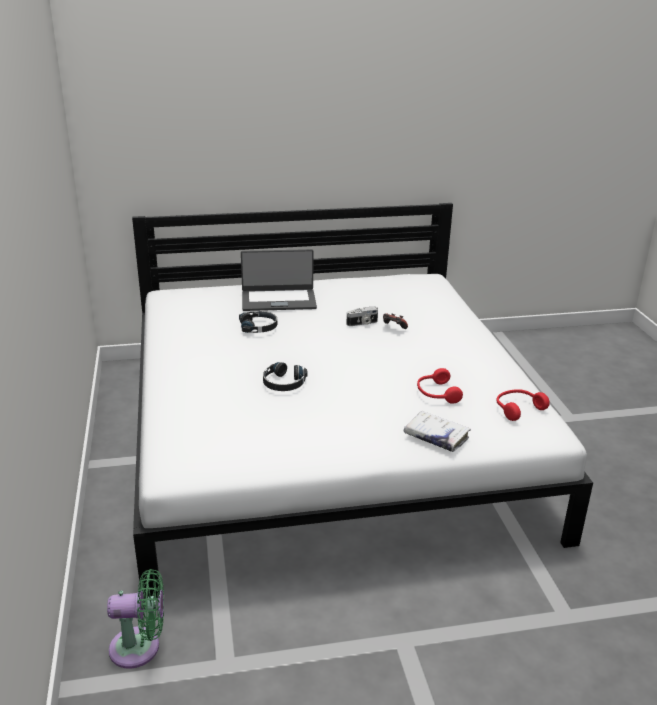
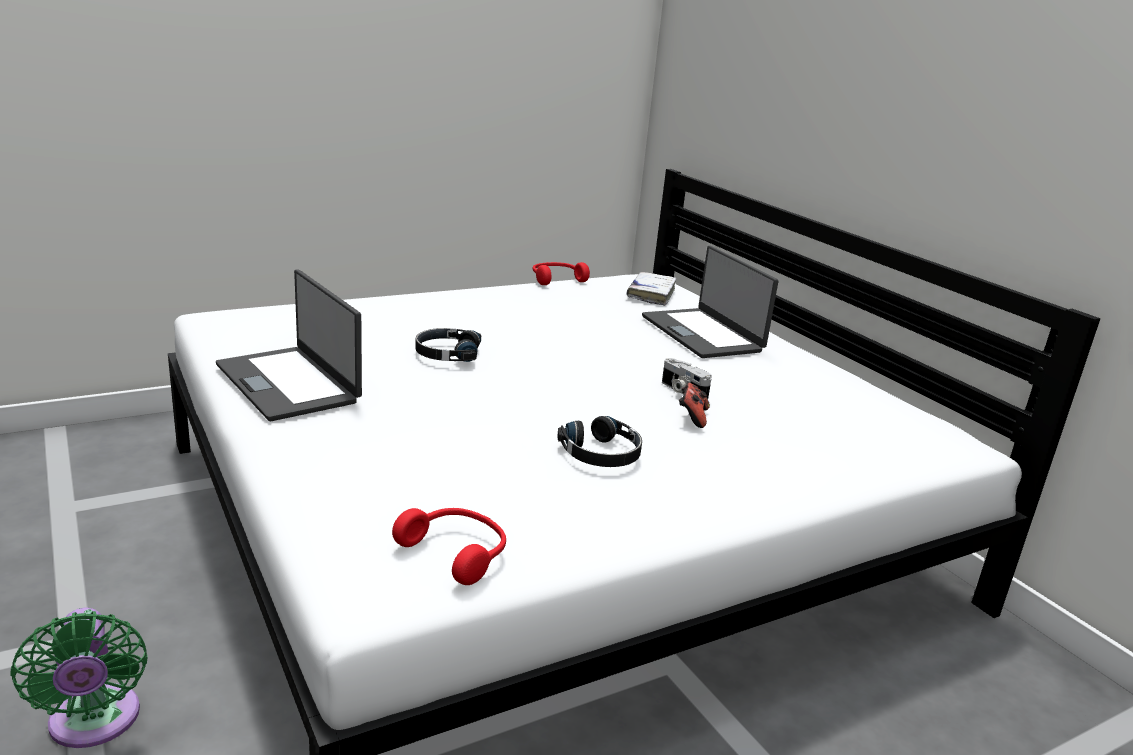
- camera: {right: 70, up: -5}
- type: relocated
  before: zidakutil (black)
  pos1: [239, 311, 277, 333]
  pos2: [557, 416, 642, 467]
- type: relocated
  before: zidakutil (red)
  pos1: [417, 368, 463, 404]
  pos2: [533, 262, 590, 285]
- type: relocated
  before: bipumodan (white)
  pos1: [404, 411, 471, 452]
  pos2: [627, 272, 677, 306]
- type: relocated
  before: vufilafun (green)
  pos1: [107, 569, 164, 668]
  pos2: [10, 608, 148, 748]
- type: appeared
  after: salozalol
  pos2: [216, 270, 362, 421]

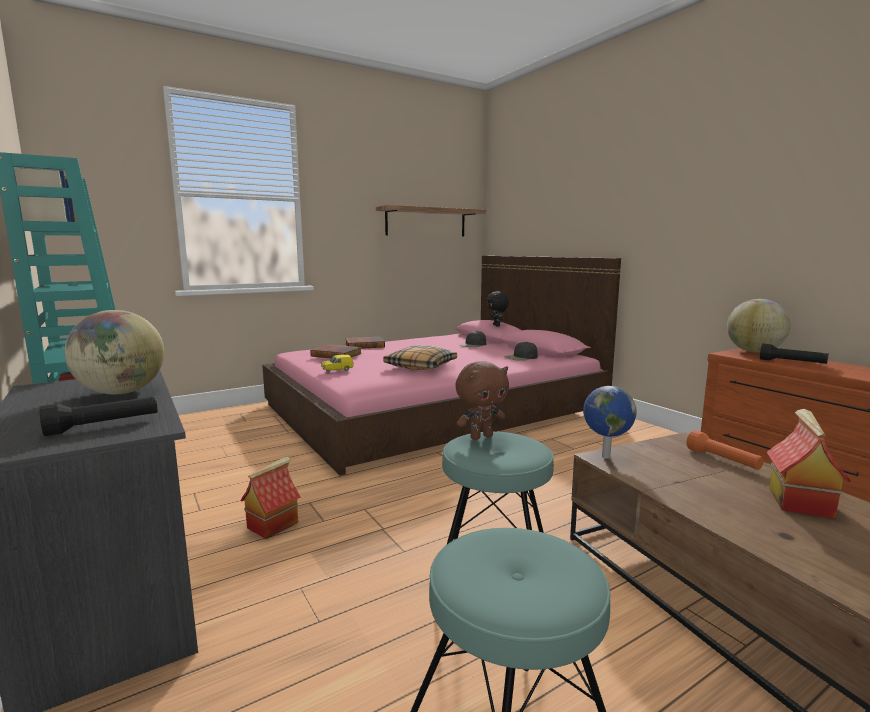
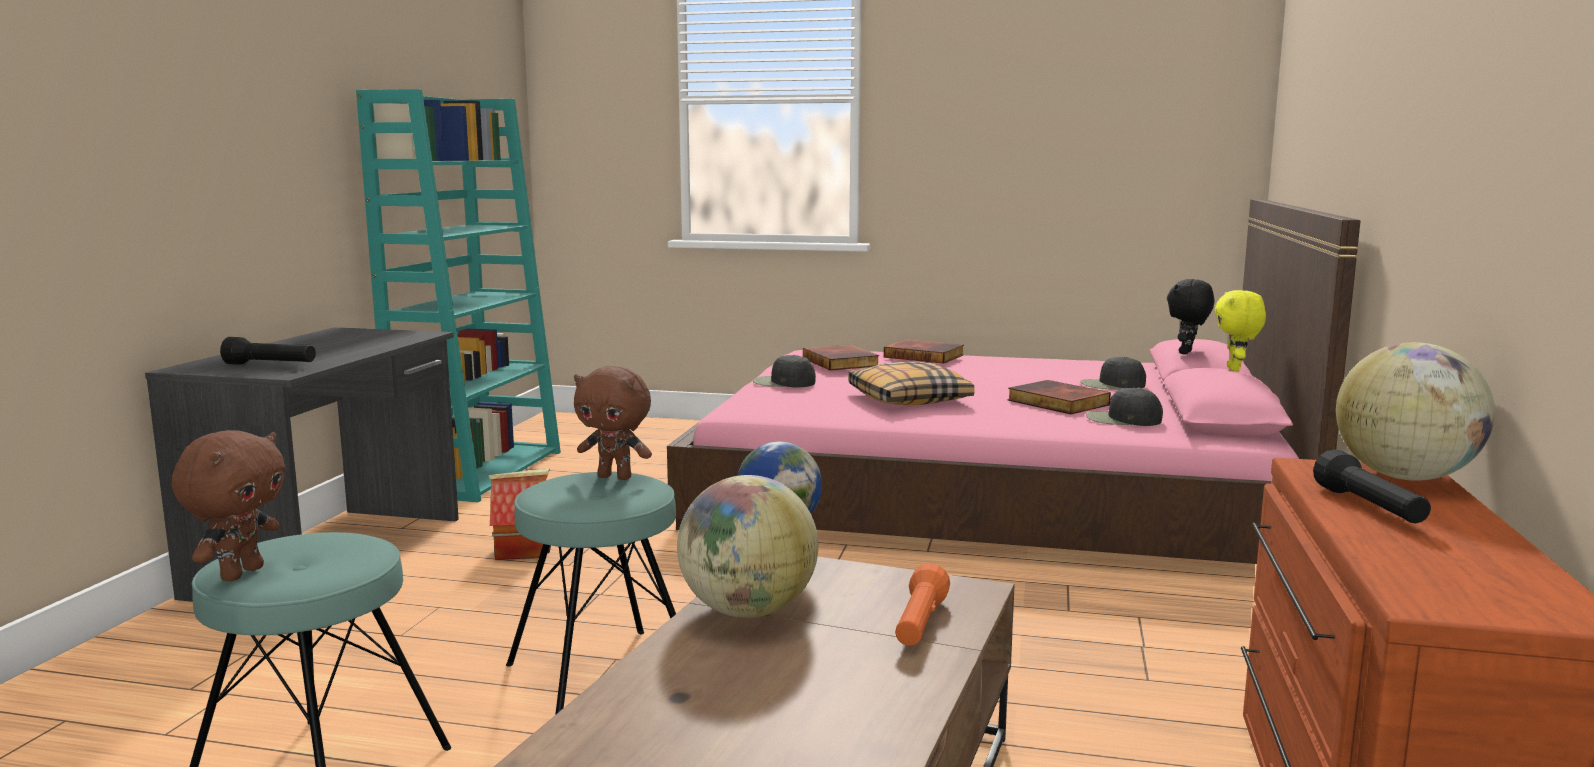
- camera: {right: 45, up: 0}
- type: missing
  before: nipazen
  pos1: [376, 205, 486, 237]
- type: relocated
  before: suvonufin
  pos1: [64, 310, 164, 395]
  pos2: [677, 475, 818, 618]
- type: exchanged
  before: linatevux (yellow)
  after: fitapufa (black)
  pos1: [321, 355, 354, 372]
  pos2: [753, 355, 816, 387]
- type: missing
  before: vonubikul
  pos1: [766, 409, 852, 519]
- type: appeared
  after: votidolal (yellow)
  pos2: [1214, 290, 1266, 372]
- type: appeared
  after: bipumodan
  pos2: [1008, 380, 1111, 414]
- type: appeared
  after: votidolal (brown)
  pos2: [171, 430, 286, 581]

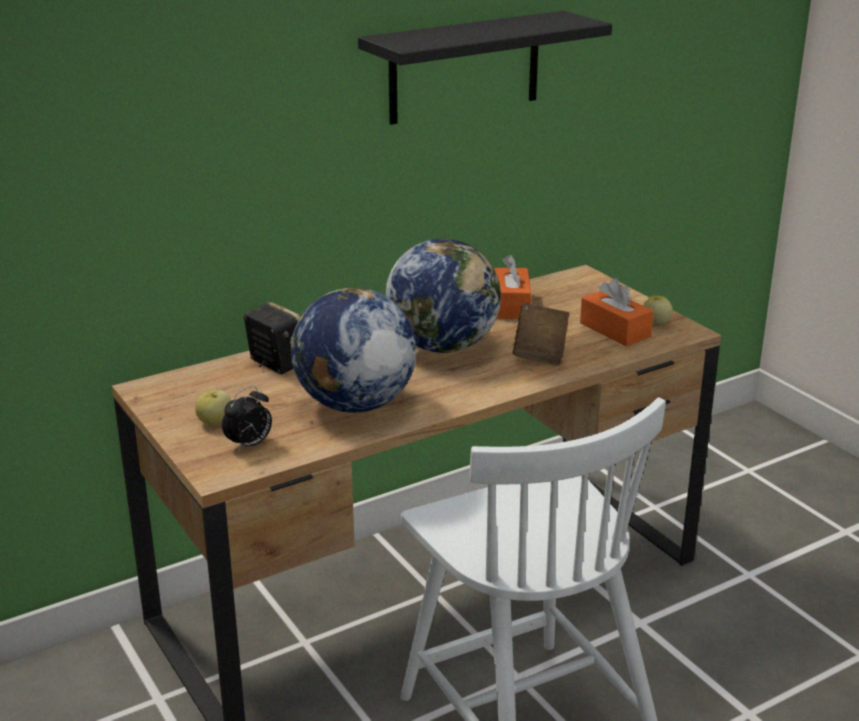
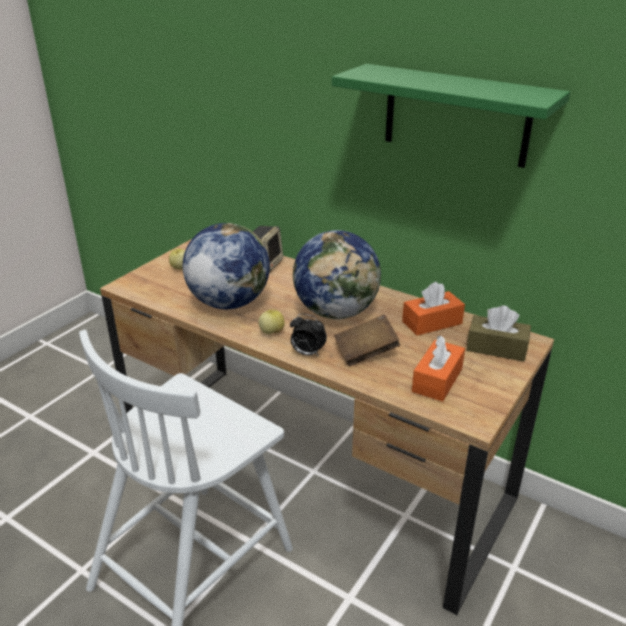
- camera: {right: 65, up: 5}
- type: colour
  before: nipazen (black)
  after: nipazen (green)
  pos1: [358, 11, 612, 125]
  pos2: [332, 64, 570, 168]
- type: relocated
  before: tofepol
  pos1: [643, 295, 673, 326]
  pos2: [259, 309, 285, 334]
- type: relocated
  before: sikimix
  pos1: [222, 386, 272, 452]
  pos2: [290, 314, 327, 357]
- type: appeared
  after: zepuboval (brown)
  pos2: [466, 306, 531, 362]

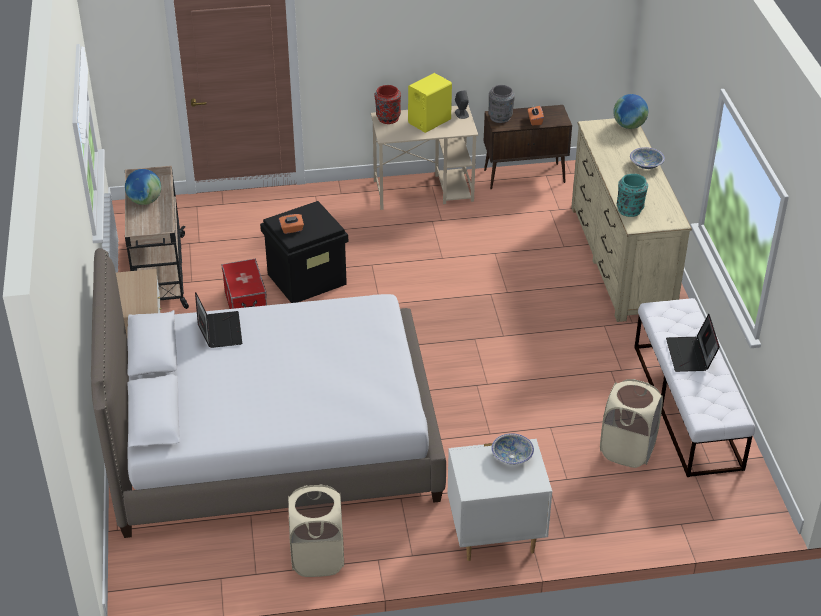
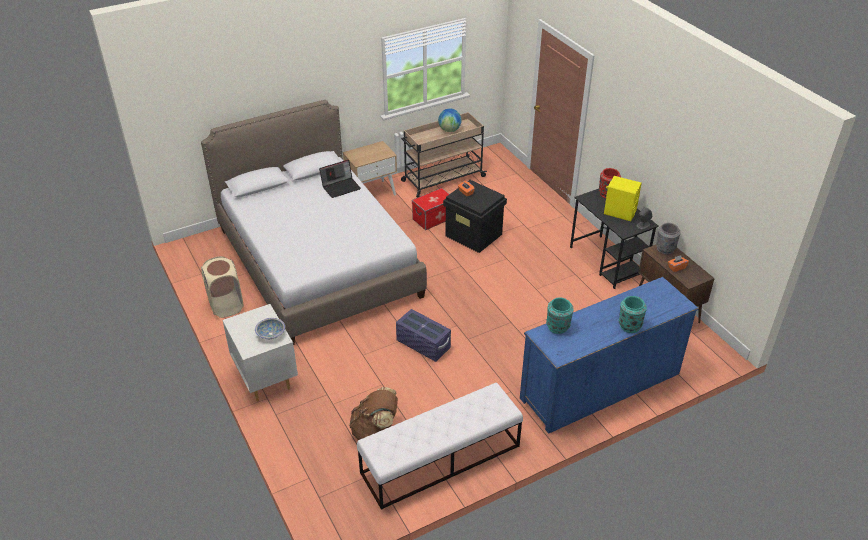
- camera: {right: 70, up: 0}
- type: missing
  before: suvonufin
  pos1: [614, 94, 648, 129]
- type: colour
  before: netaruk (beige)
  after: netaruk (black)
  pos1: [371, 105, 478, 210]
  pos2: [570, 189, 659, 289]
- type: colour
  before: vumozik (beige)
  after: vumozik (blue)
  pos1: [571, 118, 692, 322]
  pos2: [520, 277, 699, 434]
- type: exchanged
  before: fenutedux
  after: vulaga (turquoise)
  pos1: [630, 147, 665, 169]
  pos2: [619, 296, 647, 333]
- type: missing
  before: salozalol
  pos1: [666, 314, 720, 372]
- type: exchanged
  before: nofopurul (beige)
  after: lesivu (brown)
  pos1: [600, 379, 663, 468]
  pos2: [349, 387, 398, 440]
- type: appeared
  after: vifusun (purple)
  pos2: [396, 309, 451, 362]

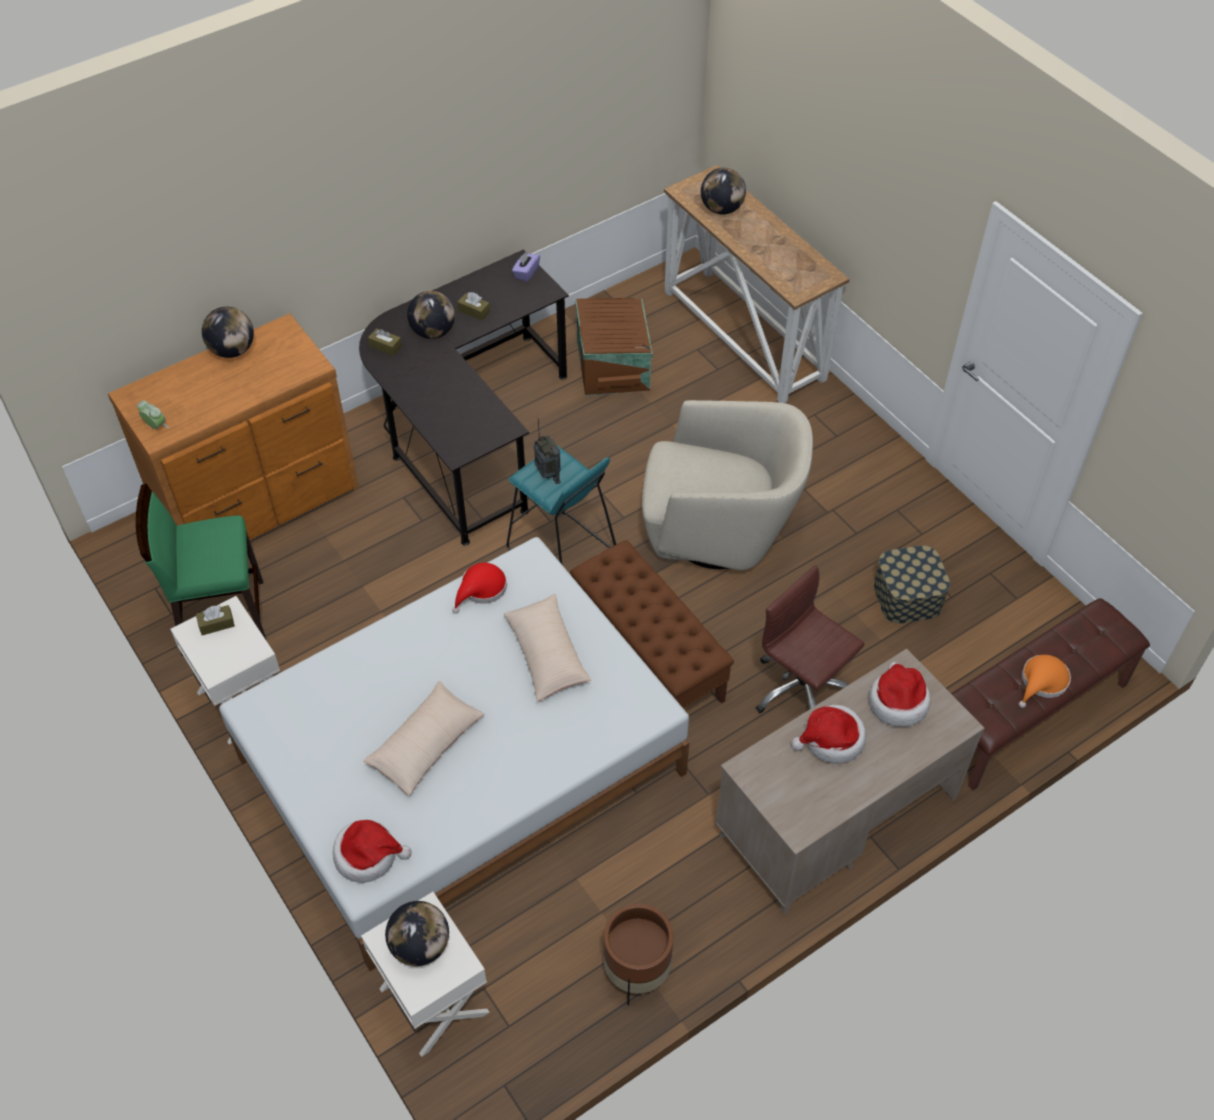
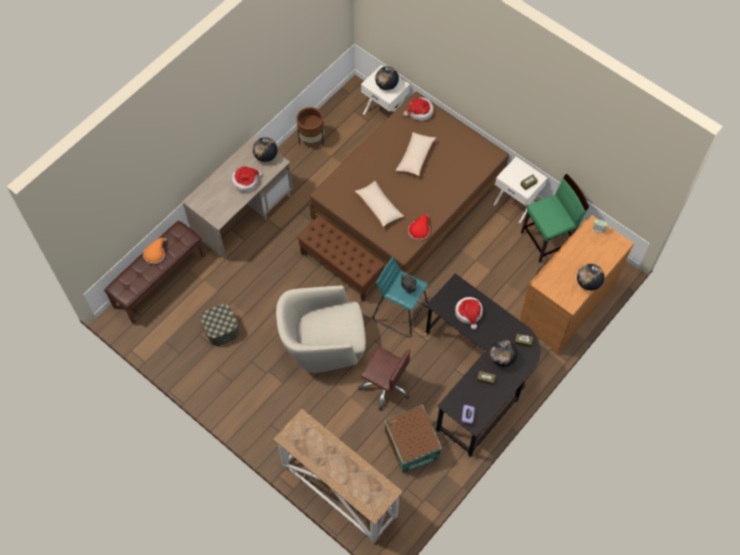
- camera: {right: 165, up: 10}
- type: relocated
  before: suvonufin
  pos1: [701, 168, 746, 214]
  pos2: [253, 137, 277, 162]
- type: colour
  before: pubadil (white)
  after: pubadil (brown)
  pos1: [219, 537, 689, 971]
  pos2: [309, 92, 509, 274]
- type: relocated
  before: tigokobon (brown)
  pos1: [756, 565, 865, 713]
  pos2: [359, 347, 411, 410]
- type: relocated
  before: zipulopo
  pos1: [869, 662, 930, 727]
  pos2: [455, 297, 483, 330]

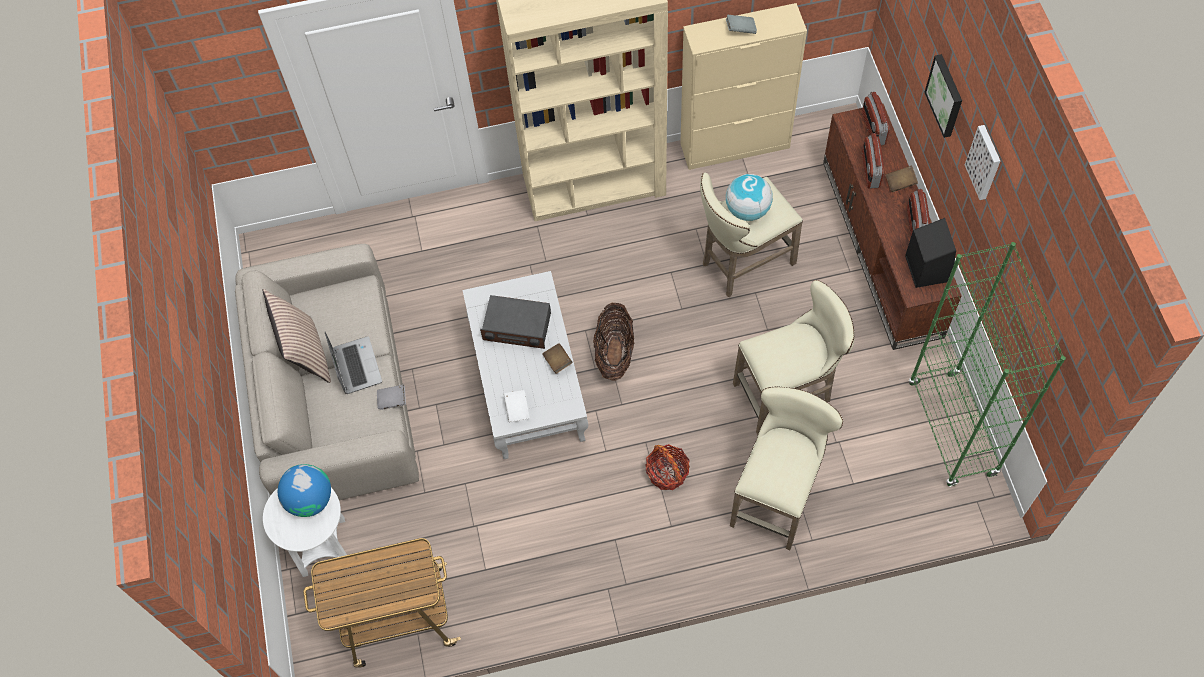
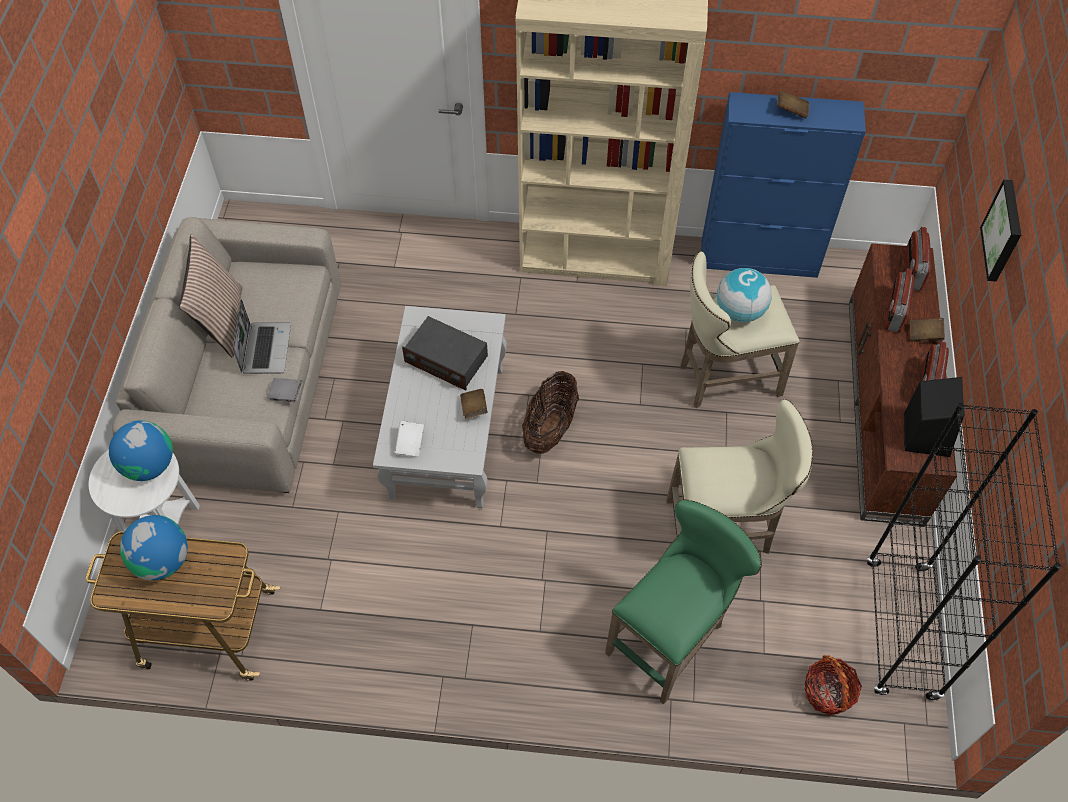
- camera: {right: 15, up: -5}
- type: colour
  before: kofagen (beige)
  after: kofagen (blue)
  pos1: [680, 3, 807, 170]
  pos2: [701, 92, 866, 278]
- type: colour
  before: bipumodan (grey)
  after: bipumodan (brown)
  pos1: [726, 14, 757, 34]
  pos2: [777, 90, 809, 119]
- type: missing
  before: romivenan
  pos1: [965, 125, 1000, 200]
- type: colour
  before: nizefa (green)
  after: nizefa (black)
  pos1: [909, 242, 1066, 487]
  pos2: [867, 403, 1061, 701]
- type: colour
  before: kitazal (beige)
  after: kitazal (green)
  pos1: [730, 387, 843, 550]
  pos2: [605, 499, 762, 704]
- type: relocated
  before: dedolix
  pos1: [645, 444, 690, 490]
  pos2: [805, 655, 862, 715]
- type: appeared
  after: suvonufin
  pos2: [120, 515, 188, 581]

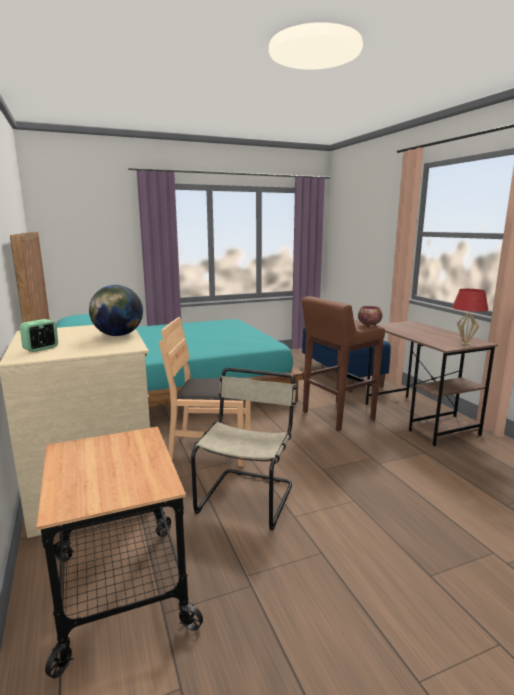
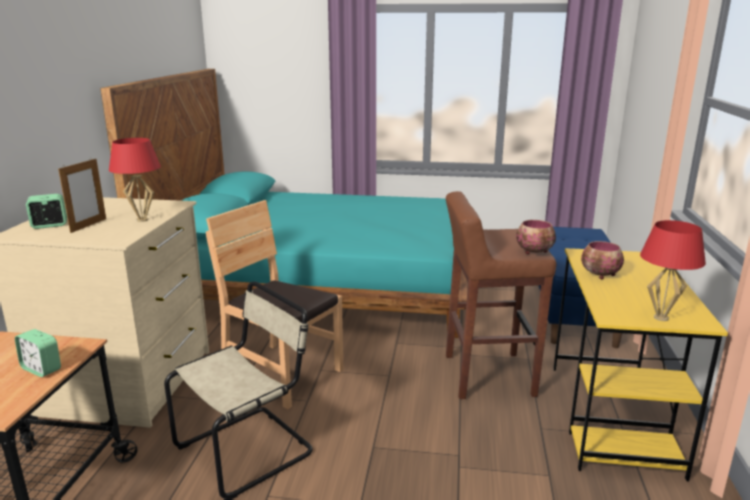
- camera: {right: 30, up: 5}
- type: exchanged
  before: suvonufin
  after: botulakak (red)
  pos1: [89, 285, 143, 336]
  pos2: [109, 138, 161, 222]
- type: colour
  before: netaruk (brown)
  after: netaruk (yellow)
  pos1: [366, 321, 498, 446]
  pos2: [553, 248, 728, 482]
- type: appeared
  after: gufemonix
  pos2: [58, 158, 106, 233]
- type: appeared
  after: fenutedux
  pos2: [581, 241, 624, 279]
- type: appeared
  after: sikimix
  pos2: [15, 329, 61, 377]

